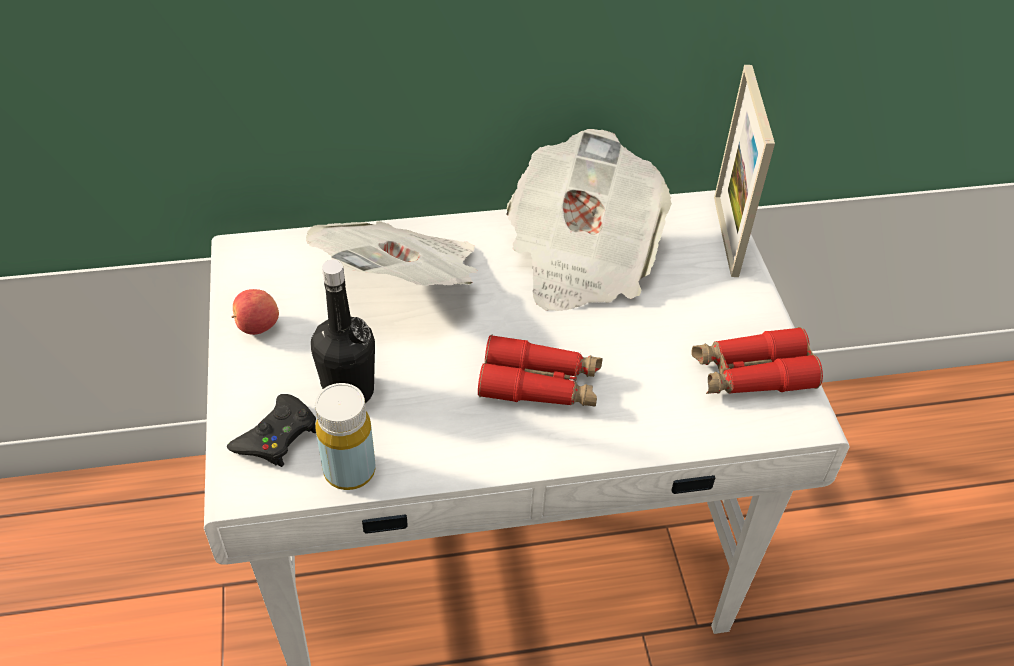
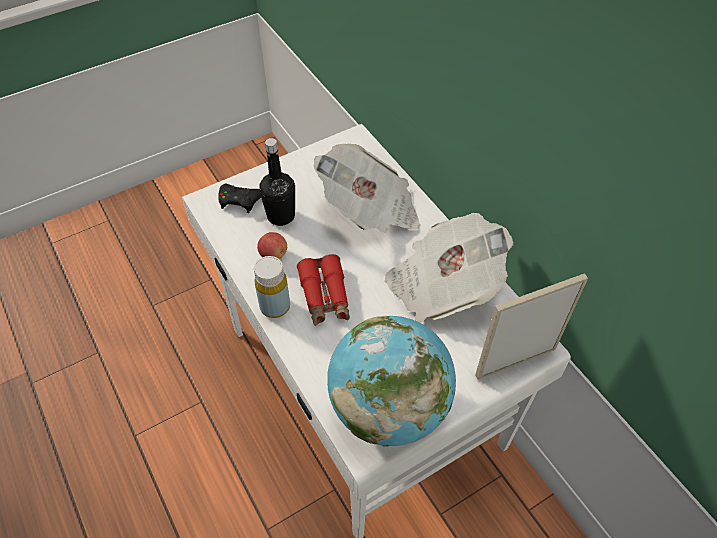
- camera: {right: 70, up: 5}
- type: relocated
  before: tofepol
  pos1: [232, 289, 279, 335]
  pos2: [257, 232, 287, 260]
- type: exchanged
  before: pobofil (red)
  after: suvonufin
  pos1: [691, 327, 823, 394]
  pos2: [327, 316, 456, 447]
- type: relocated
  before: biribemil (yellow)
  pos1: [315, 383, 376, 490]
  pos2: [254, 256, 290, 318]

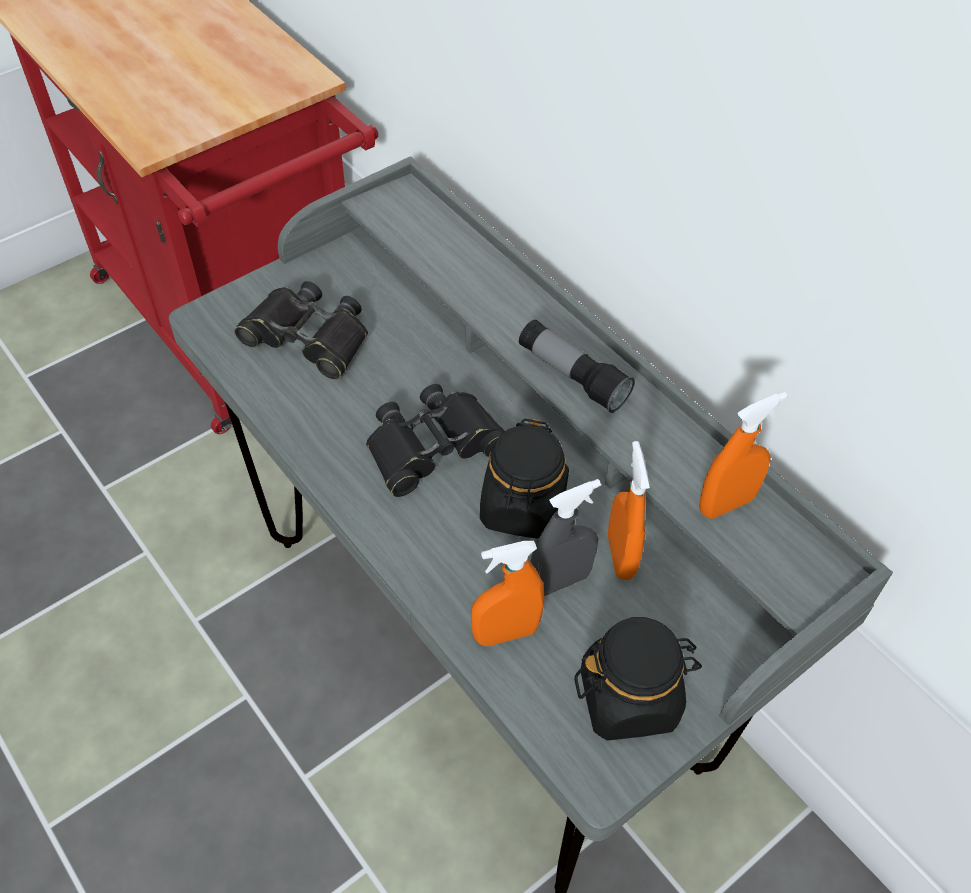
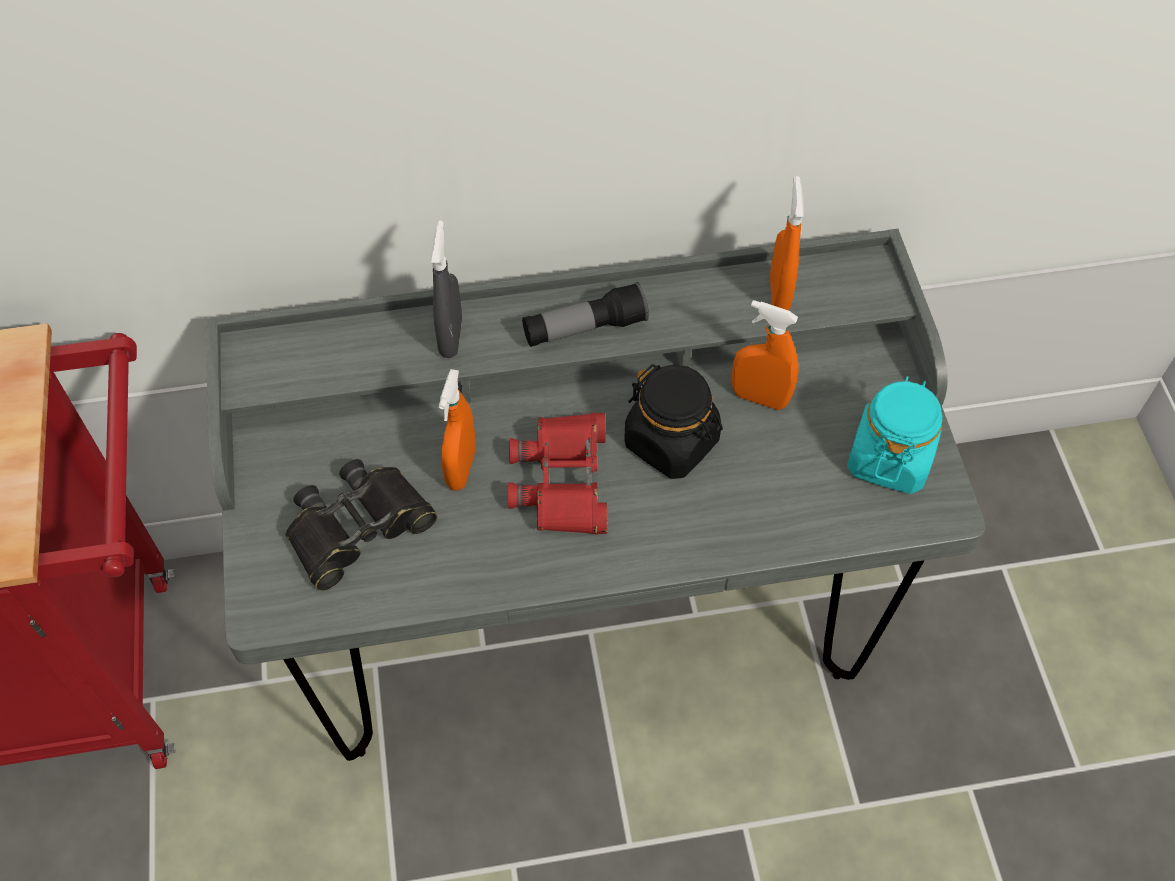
- camera: {right: -60, up: 5}
- type: colour
  before: pobofil (black)
  after: pobofil (red)
  pos1: [366, 384, 505, 497]
  pos2: [508, 412, 607, 534]
- type: relocated
  before: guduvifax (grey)
  pos1: [530, 479, 601, 596]
  pos2: [431, 221, 462, 358]
- type: relocated
  before: guduvifax (orange)
  pos1: [471, 541, 544, 646]
  pos2: [439, 369, 476, 491]
- type: colour
  before: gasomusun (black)
  after: gasomusun (turquoise)
  pos1: [574, 617, 702, 741]
  pos2: [847, 376, 942, 494]

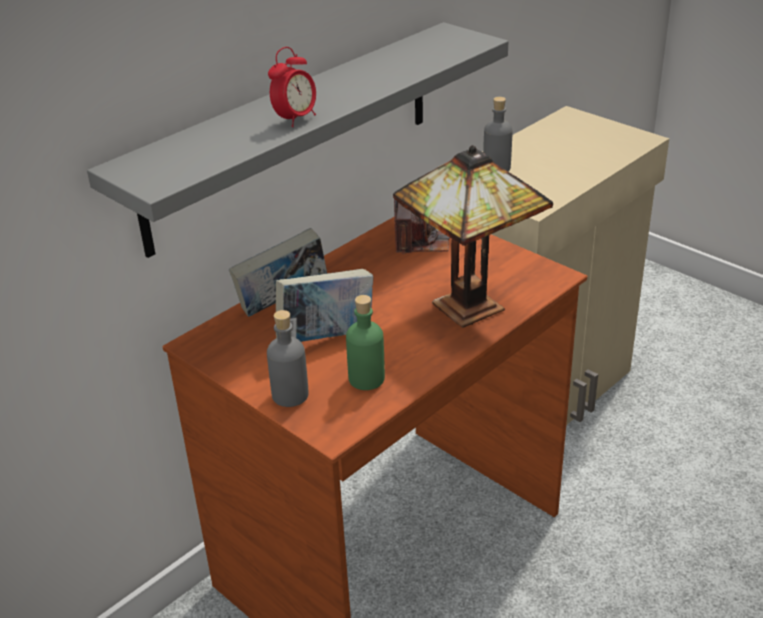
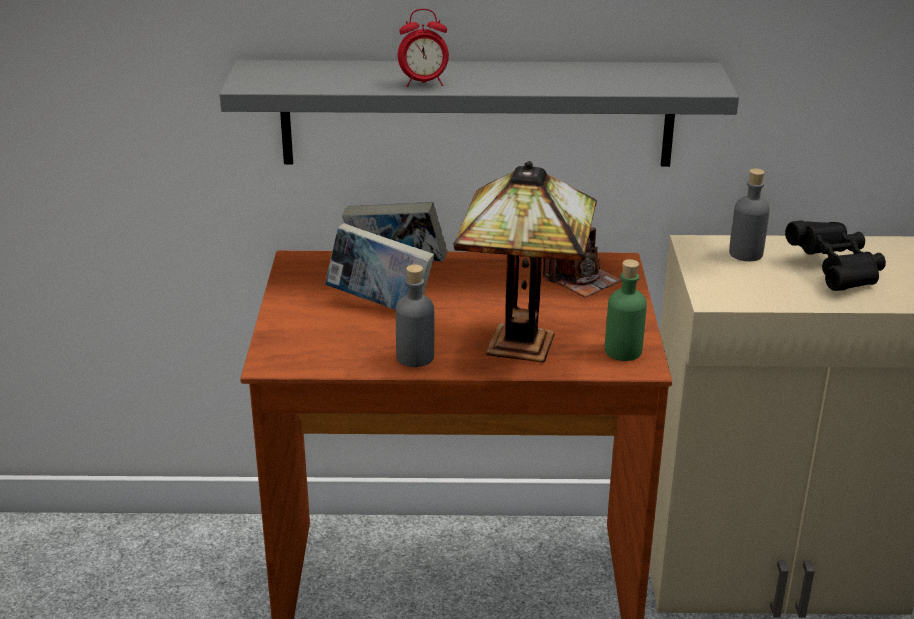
- camera: {right: 45, up: -5}
- type: relocated
  before: biribemil (green)
  pos1: [346, 295, 385, 390]
  pos2: [605, 259, 647, 361]
- type: relocated
  before: biribemil (grey)
  pos1: [267, 310, 309, 407]
  pos2: [396, 265, 434, 367]
- type: appeared
  after: pobofil (black)
  pos2: [785, 220, 886, 291]

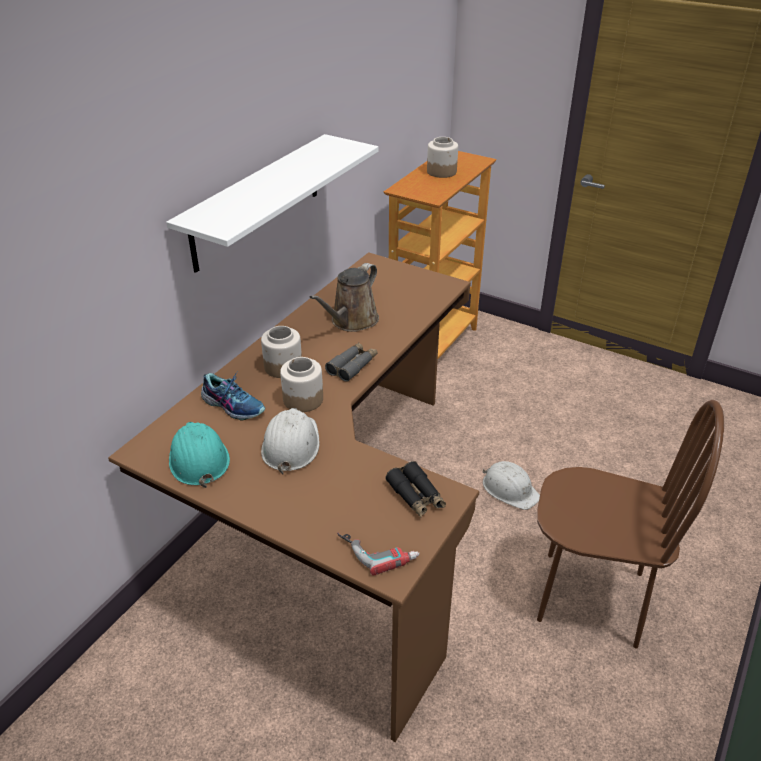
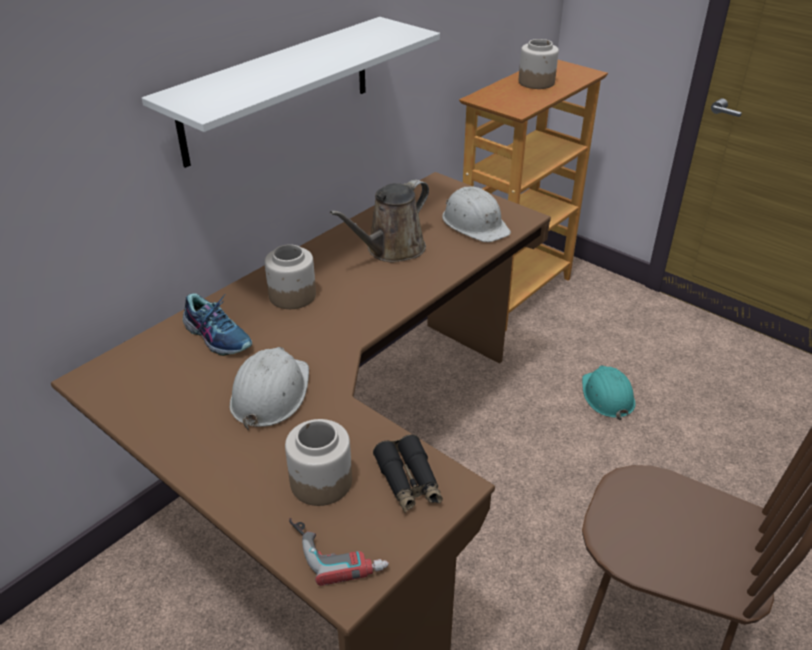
- camera: {right: 10, up: 0}
- type: missing
  before: pobofil (grey)
  pos1: [325, 343, 377, 382]
- type: relocated
  before: gasomusun
  pos1: [280, 357, 323, 412]
  pos2: [285, 419, 352, 506]
- type: relocated
  before: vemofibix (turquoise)
  pos1: [169, 422, 230, 488]
  pos2: [582, 365, 636, 420]
- type: relocated
  before: vemofibix (white)
  pos1: [483, 461, 540, 510]
  pos2: [442, 186, 511, 242]

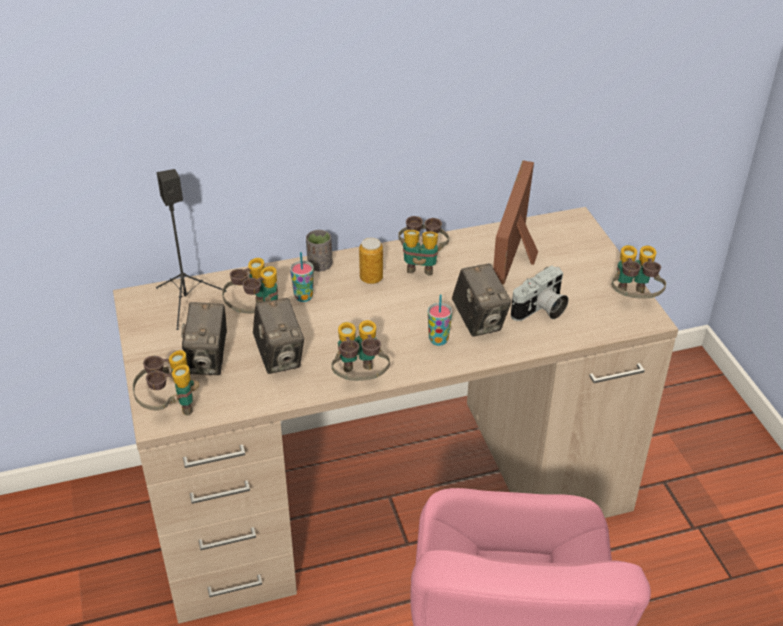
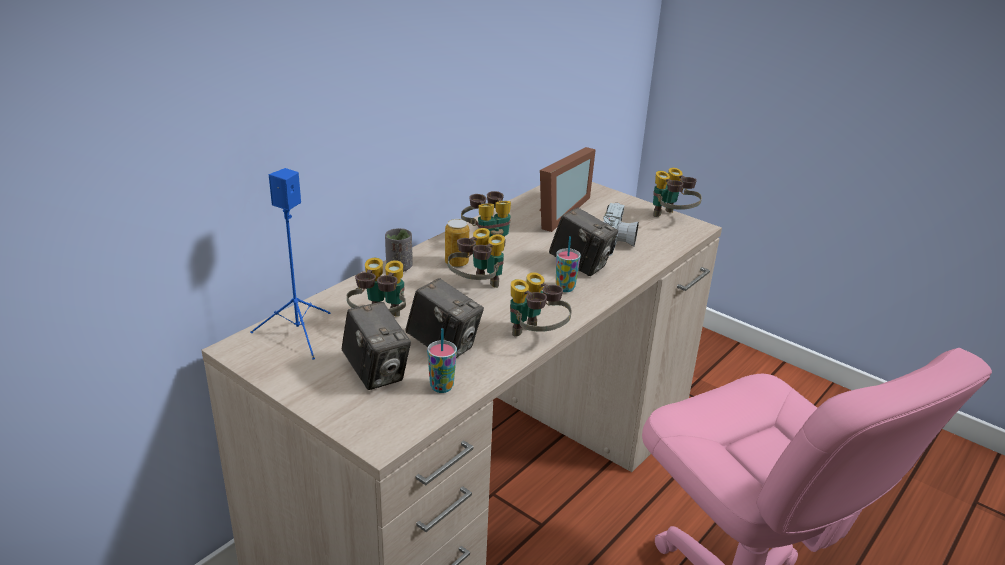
- camera: {right: -35, up: -10}
- type: spun
  before: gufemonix
  pos1: [493, 160, 538, 284]
  pos2: [539, 147, 596, 232]
  turn: -135
- type: colour
  before: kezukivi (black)
  after: kezukivi (blue)
  pos1: [156, 169, 227, 330]
  pos2: [251, 168, 330, 360]
- type: relocated
  before: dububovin
  pos1: [290, 252, 314, 302]
  pos2: [427, 328, 457, 393]
- type: relocated
  before: pobofil
  pos1: [133, 350, 199, 416]
  pos2: [448, 228, 505, 288]

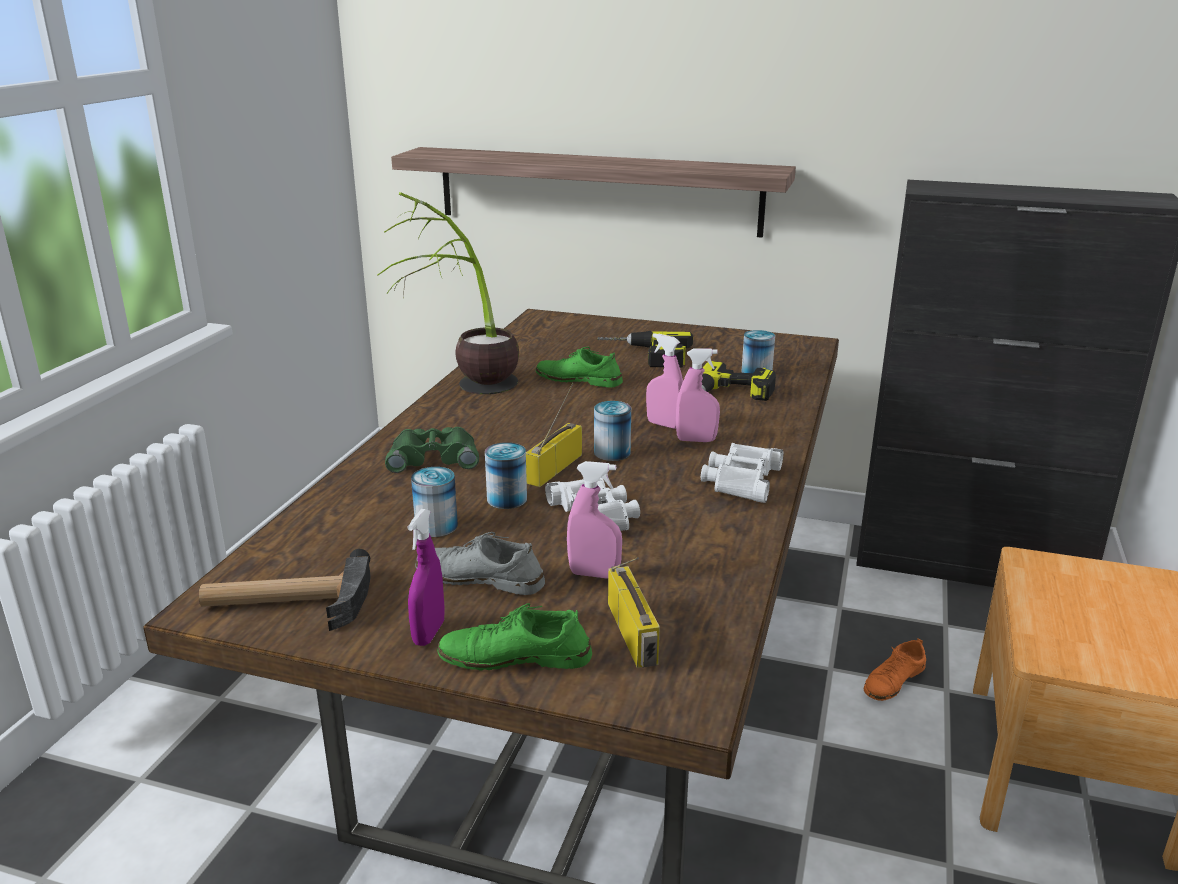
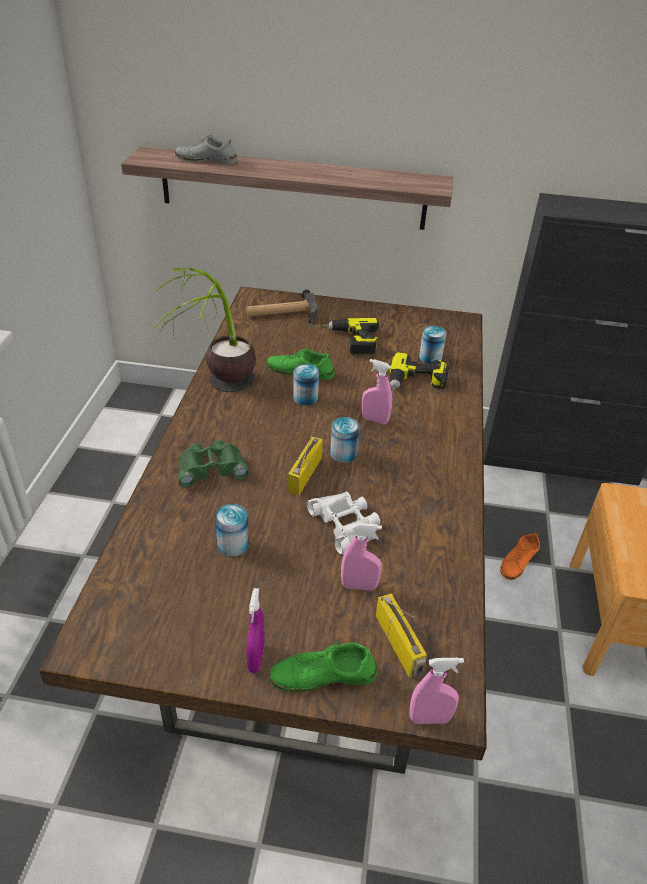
- camera: {right: -10, up: 15}
- type: relocated
  before: guduvifax (pink)
  pos1: [676, 348, 720, 442]
  pos2: [410, 658, 464, 724]
- type: relocated
  before: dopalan
  pos1: [485, 442, 527, 509]
  pos2: [293, 364, 319, 406]
- type: missing
  before: pobofil (white)
  pos1: [701, 443, 783, 503]
- type: relocated
  before: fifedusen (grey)
  pos1: [415, 532, 545, 595]
  pos2: [175, 135, 237, 164]
- type: relocated
  before: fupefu
  pos1: [199, 549, 371, 631]
  pos2: [246, 290, 317, 324]

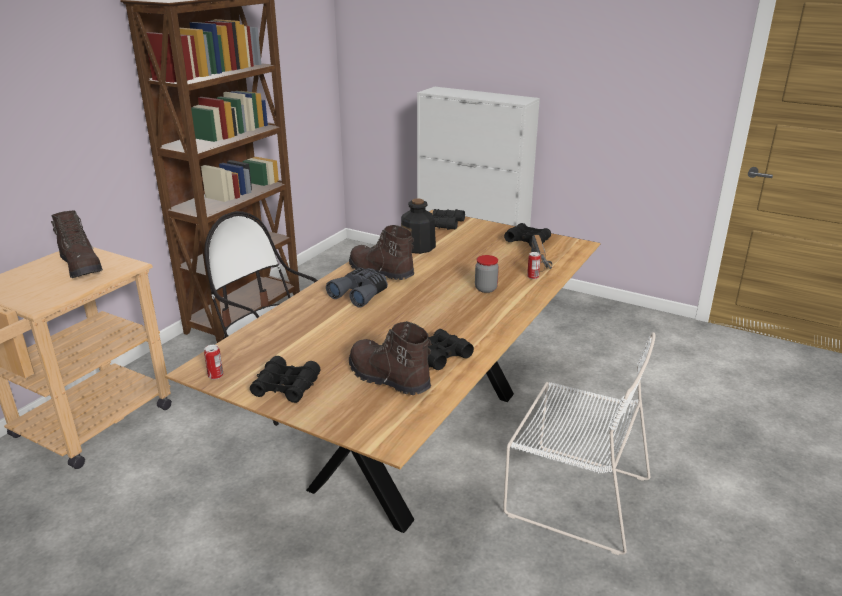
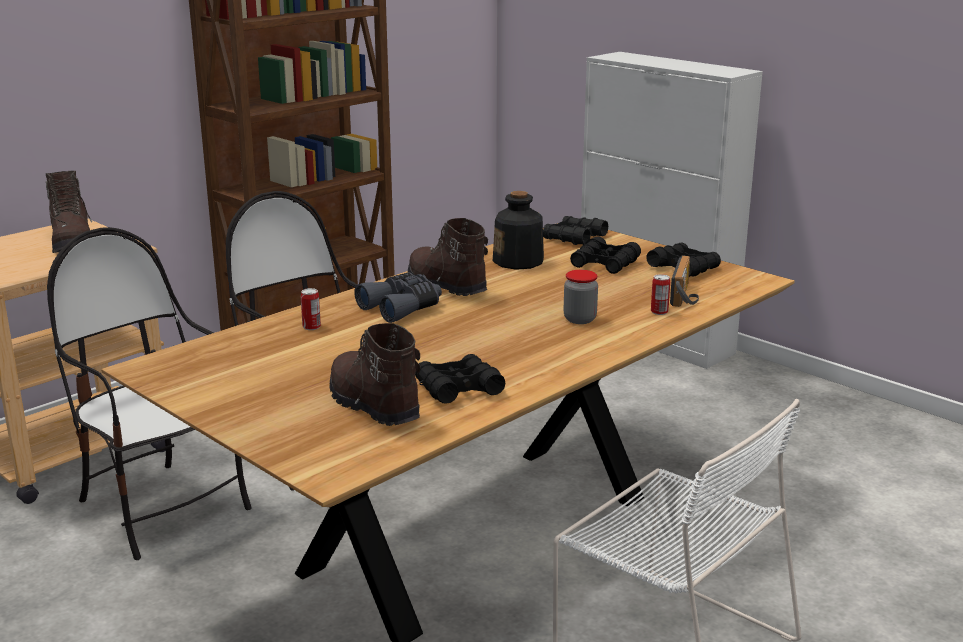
- camera: {right: 15, up: -5}
- type: relocated
  before: dopalan
  pos1: [204, 345, 223, 379]
  pos2: [301, 288, 321, 330]
- type: relocated
  before: pobofil (black)
  pos1: [250, 356, 321, 403]
  pos2: [570, 236, 641, 274]
- type: appeared
  after: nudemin
  pos2: [47, 227, 252, 560]

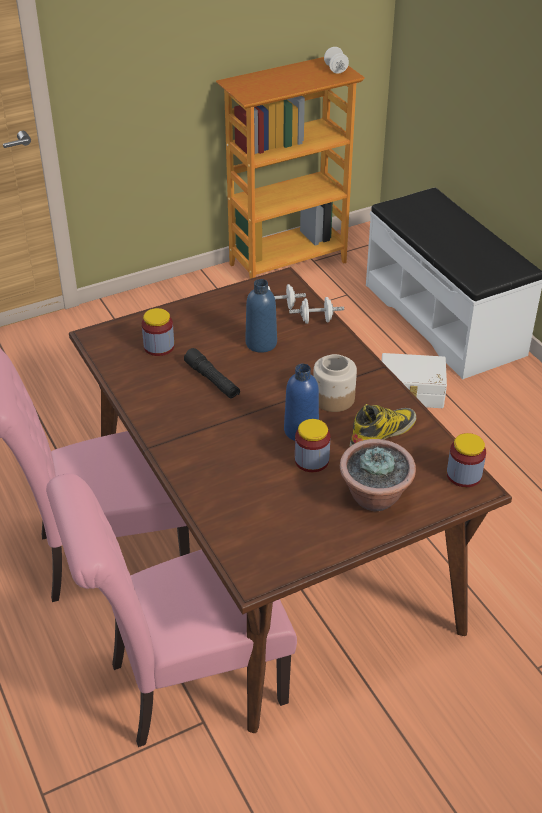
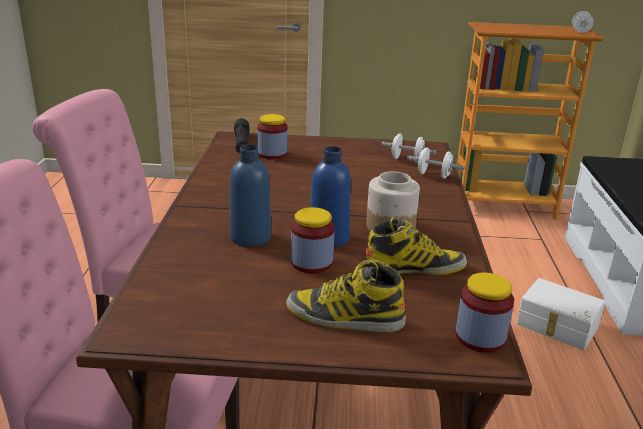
- camera: {right: 30, up: -15}
- type: relocated
  before: biribemil (blue)
  pos1: [245, 279, 277, 353]
  pos2: [230, 145, 271, 247]
- type: relocated
  before: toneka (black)
  pos1: [184, 348, 240, 399]
  pos2: [234, 118, 249, 153]
- type: exchanged
  before: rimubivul
  after: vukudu
  pos1: [340, 439, 416, 511]
  pos2: [286, 259, 406, 332]

